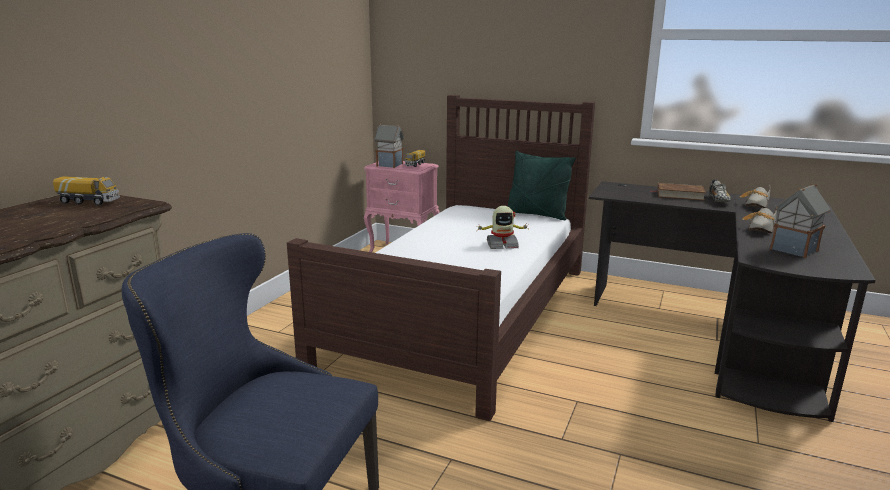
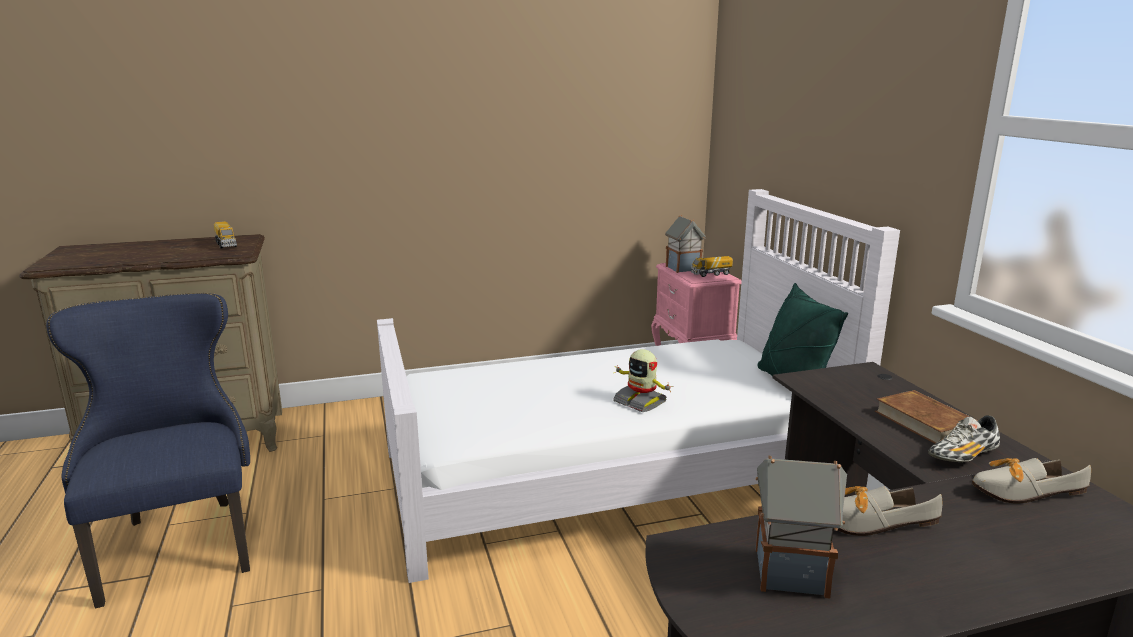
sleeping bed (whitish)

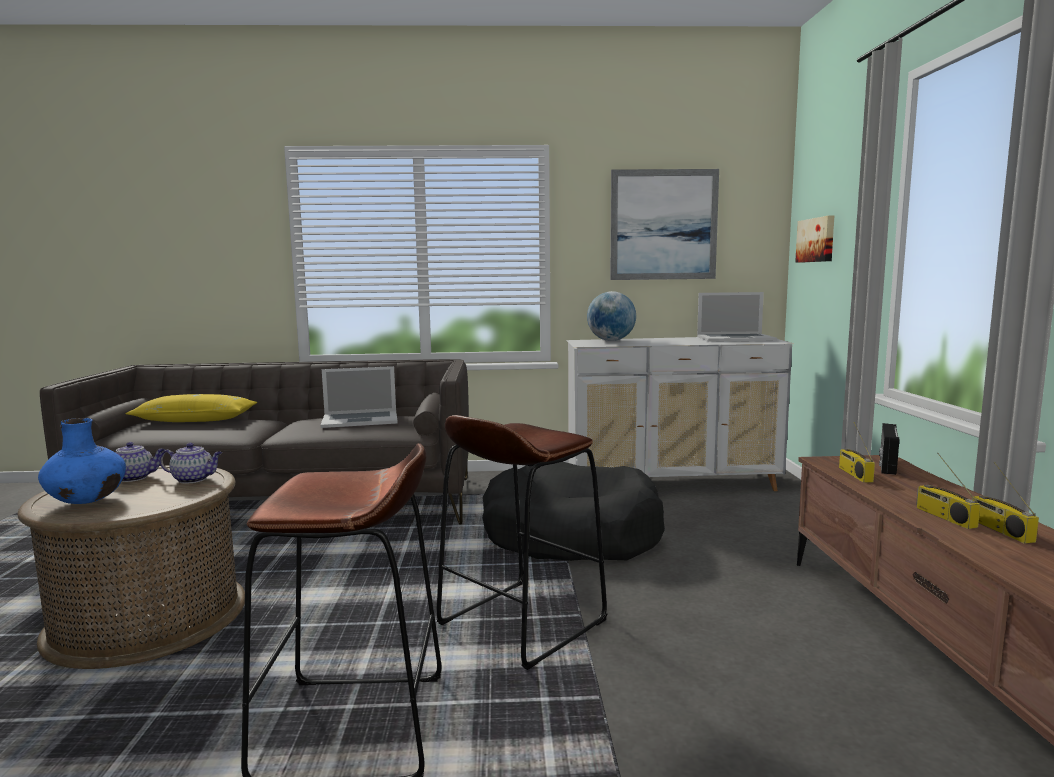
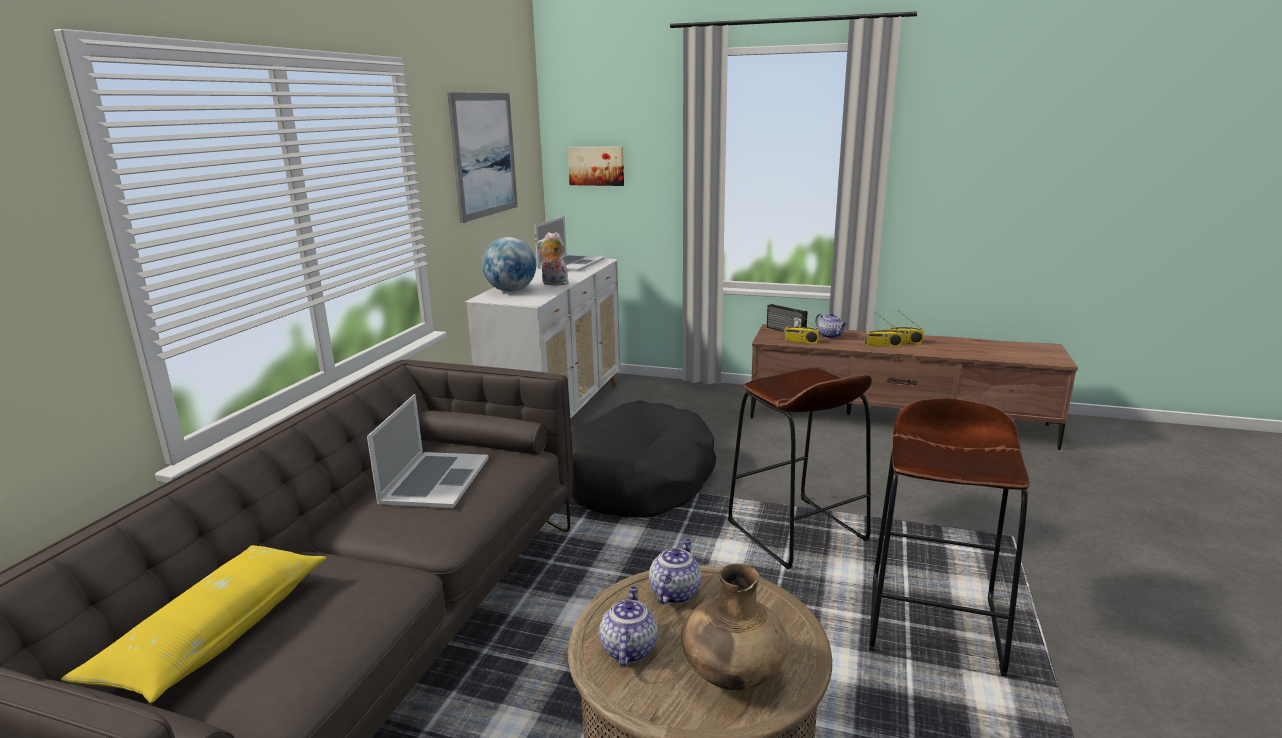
soft toy; tea pot (no. 3 from left); flower vase (brown)

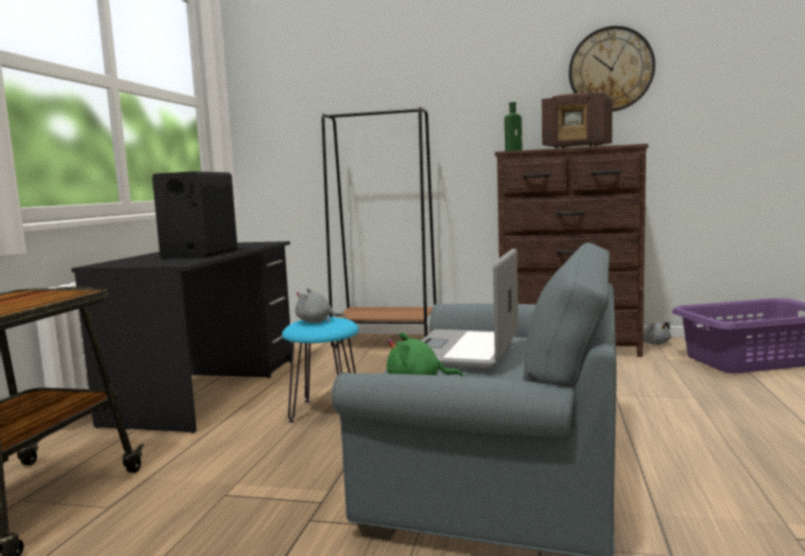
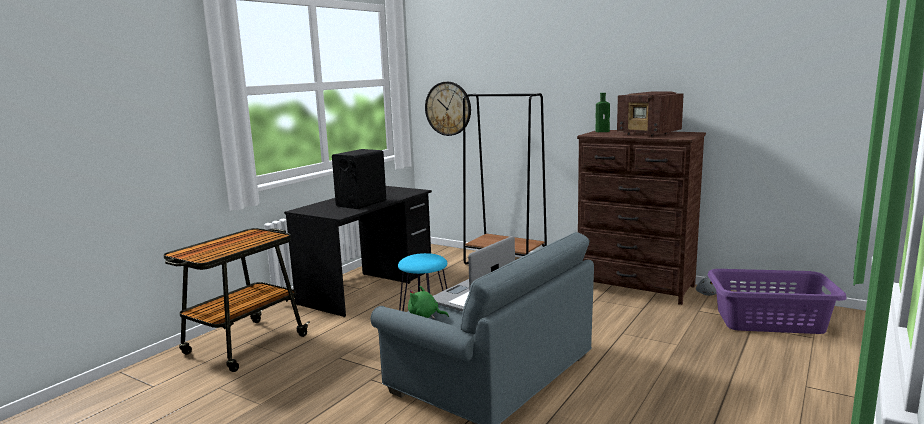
soft toy (greyish) (no. 1 from left in the first image); hanging clock

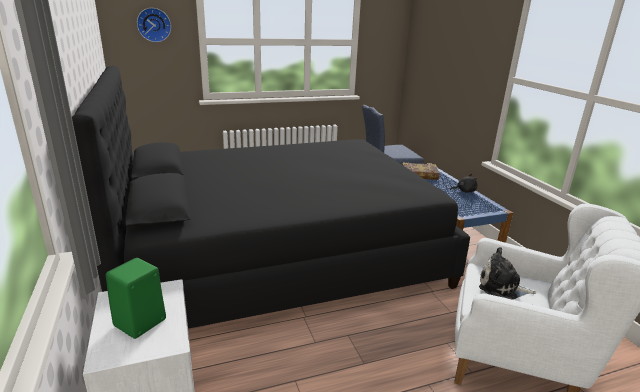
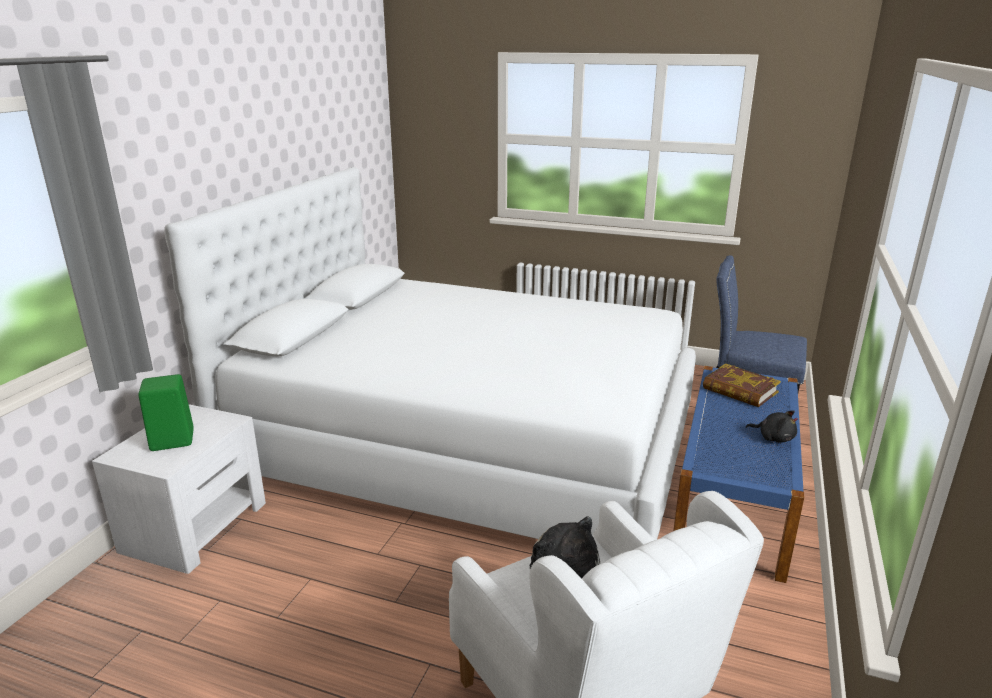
hanging clock; sleeping bed (whitish)

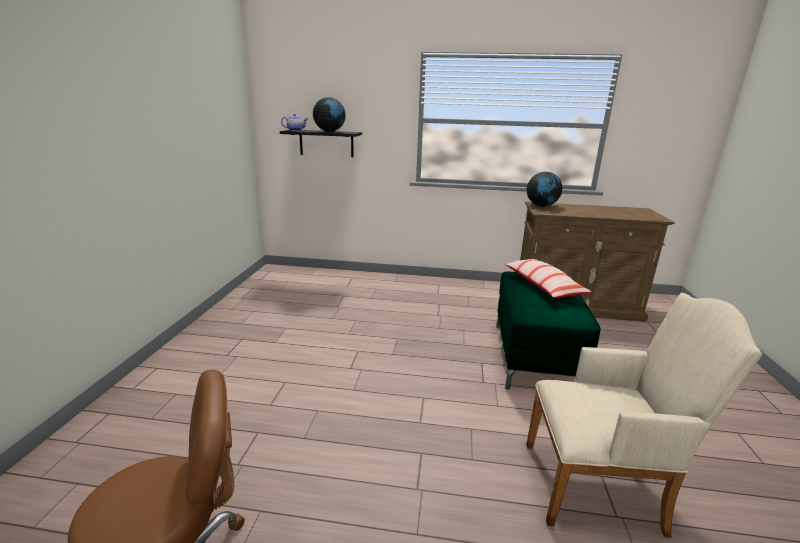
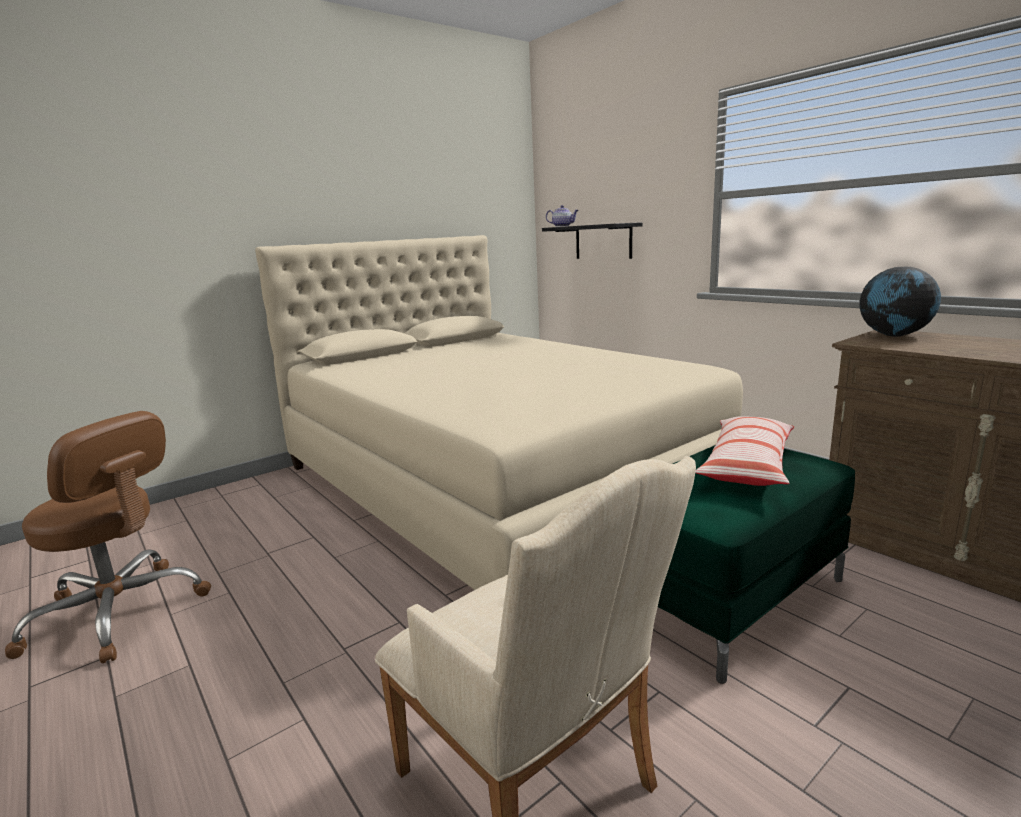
desk globe (no. 1 from left in the first image); sleeping bed (beige)

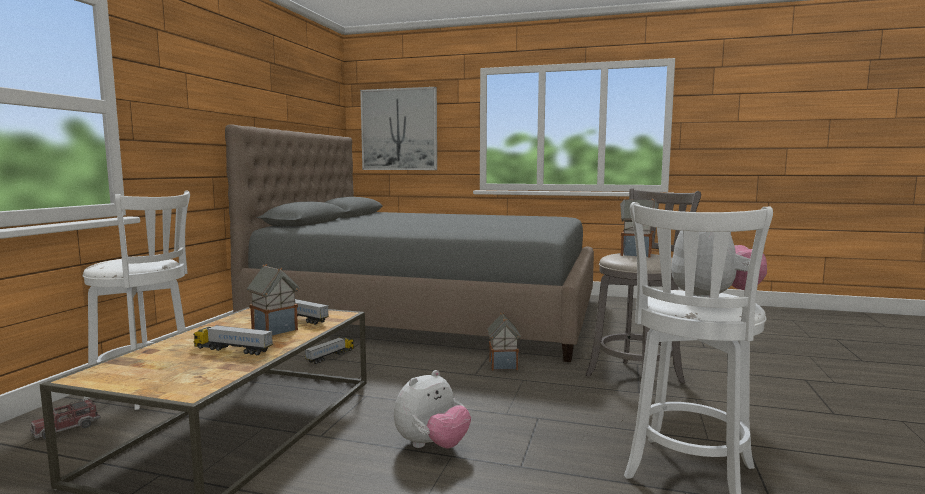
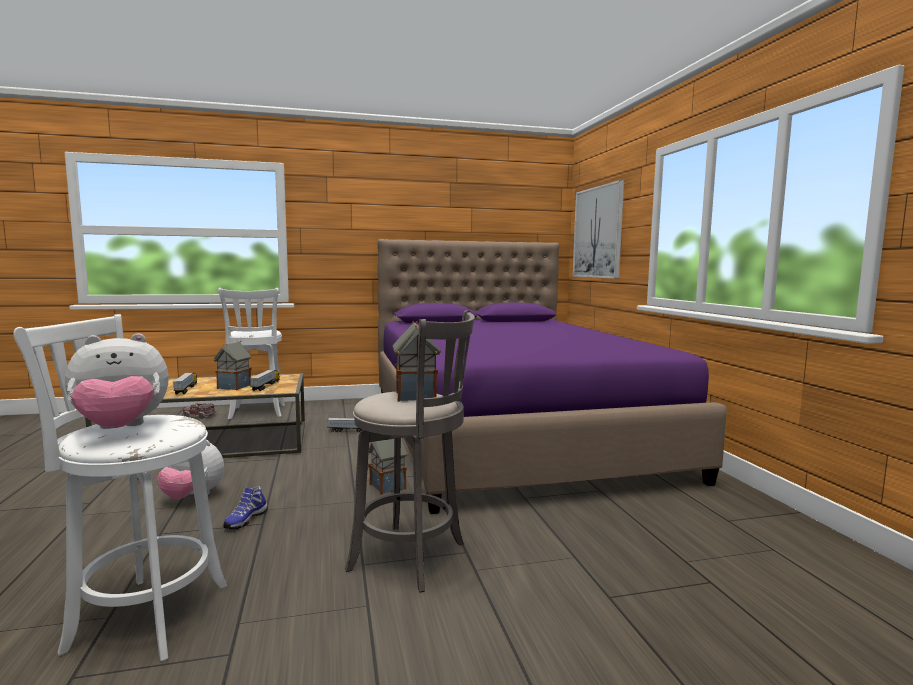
item of footwear; sleeping bed (purple)

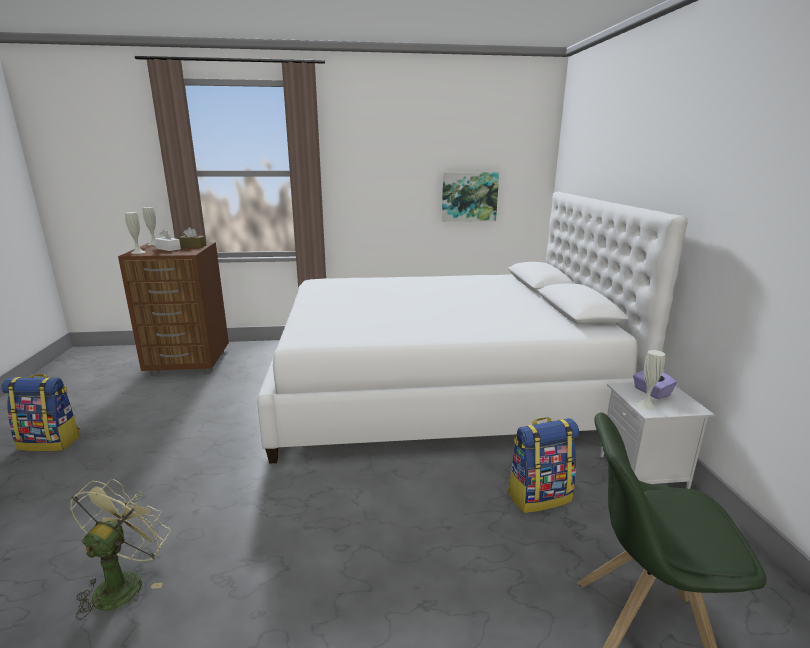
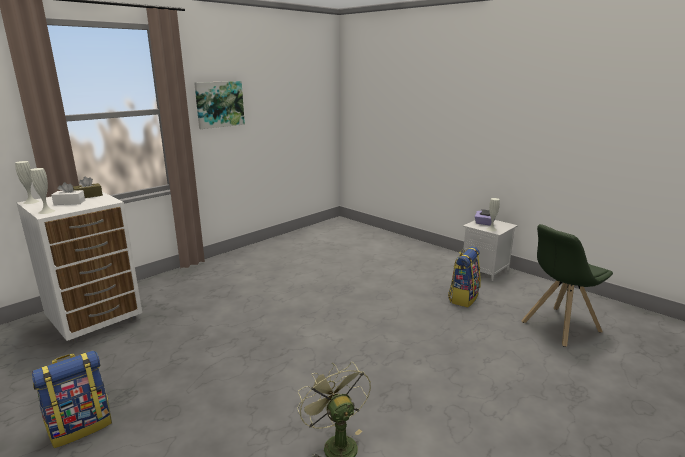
sleeping bed (whitish); wall art; drawer chest (whitish)

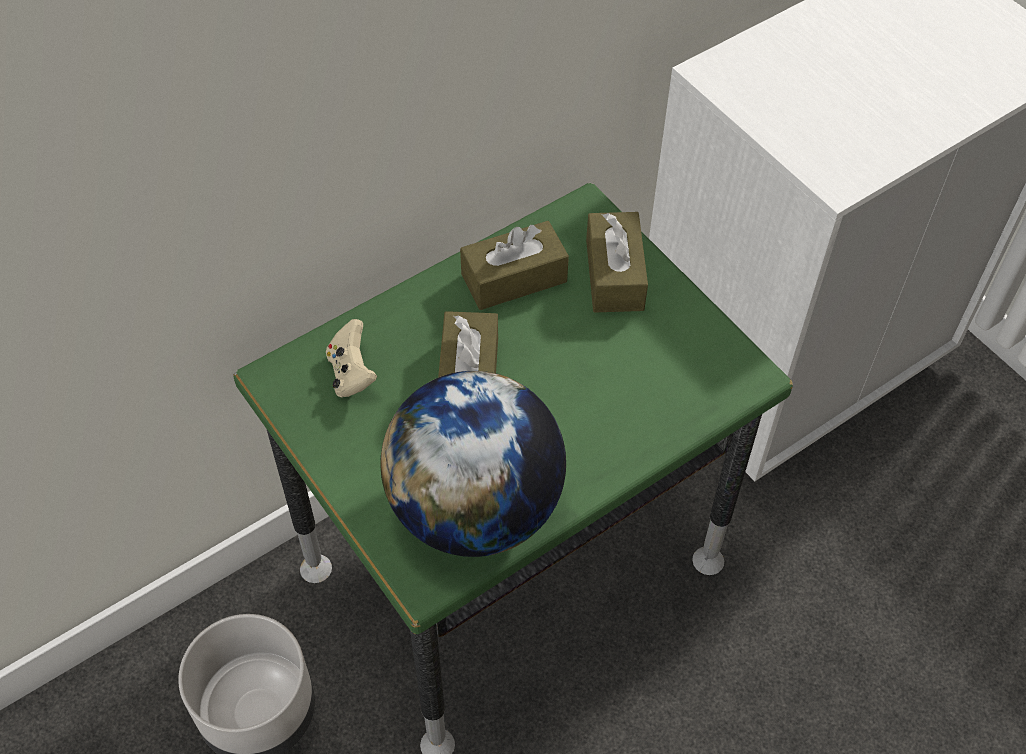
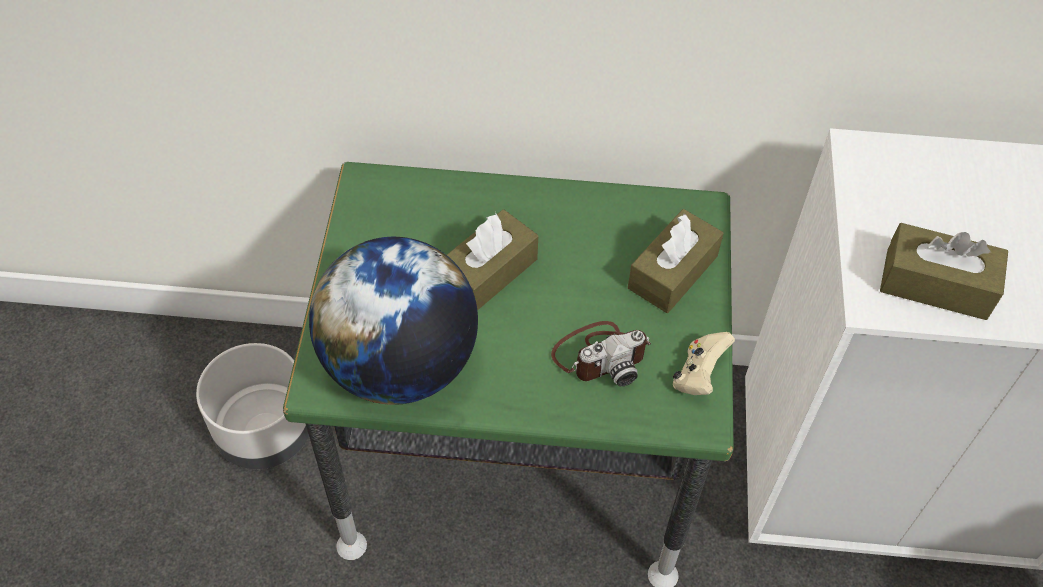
still camera; game controller (beige); tissue holder (brown) (no. 3 from left)

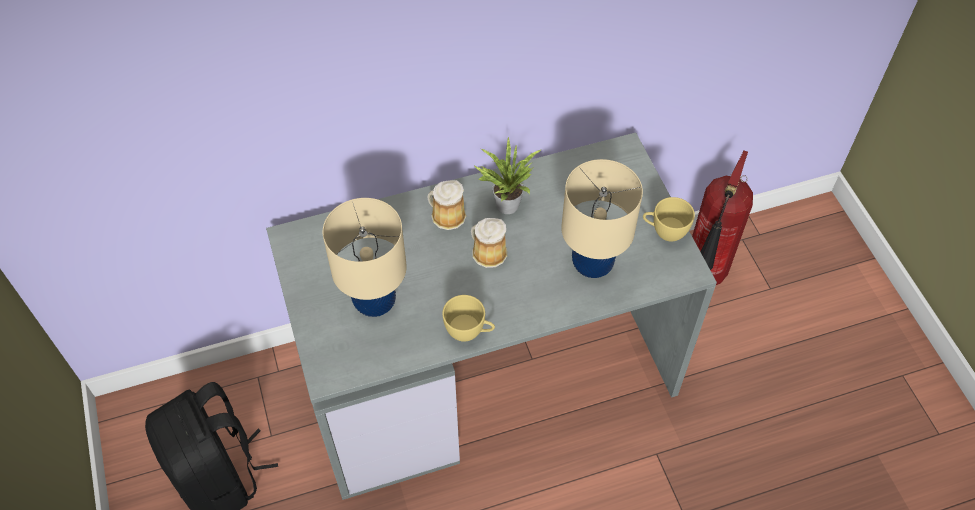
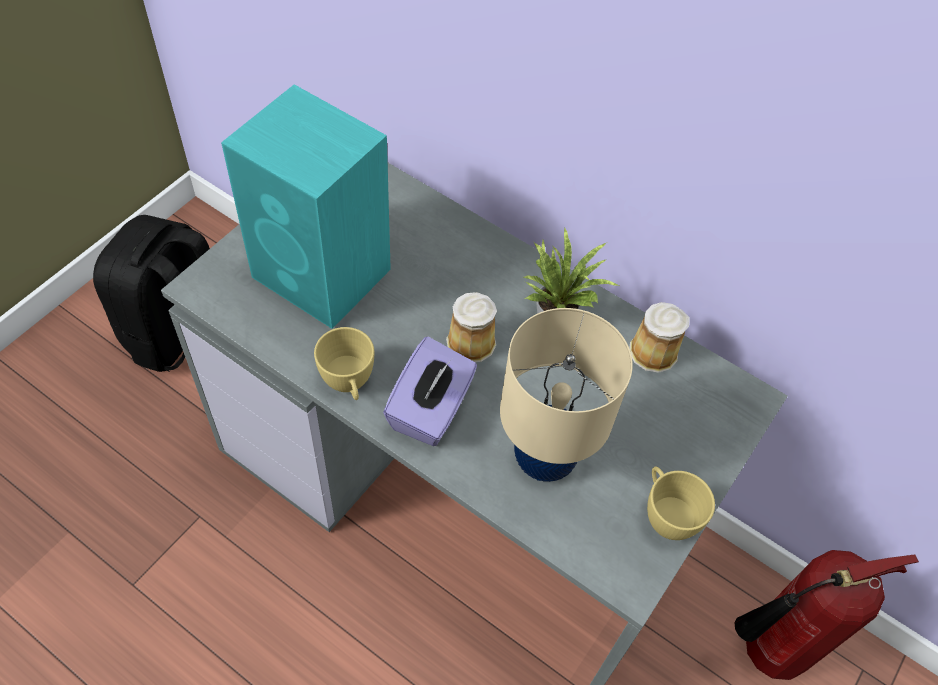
tissue holder (purple); coffee mug (no. 2 from left); loudspeaker (turquoise)

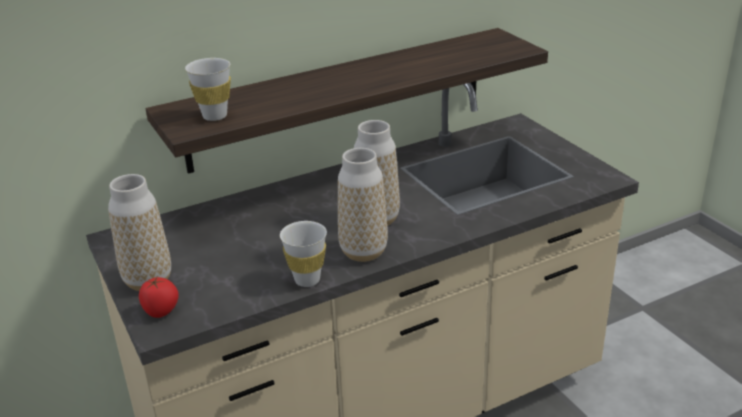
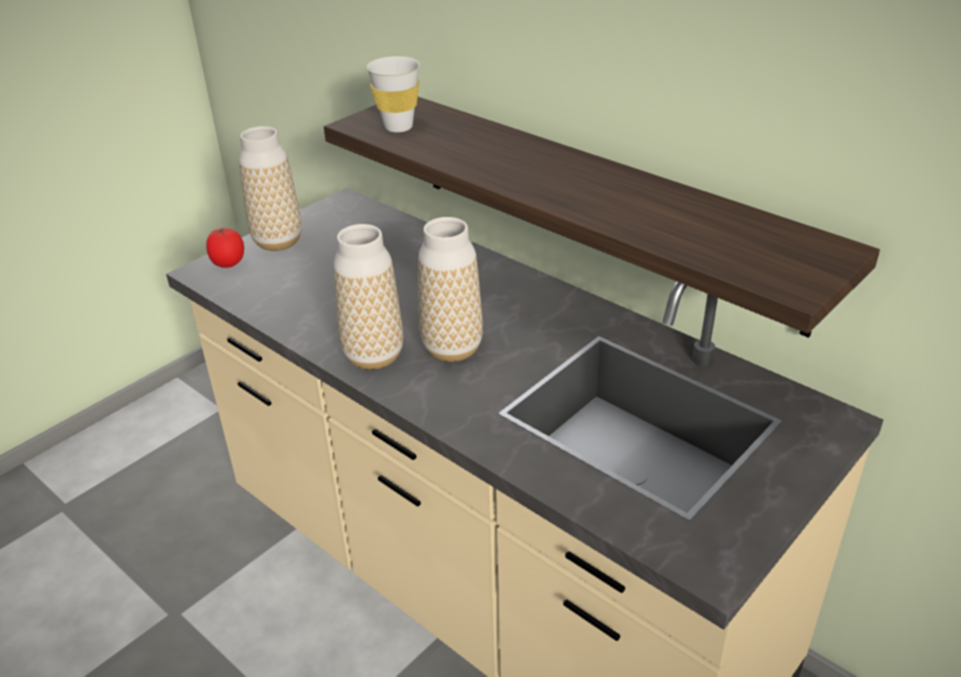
cup (whitish) (no. 2 from left in the first image)

